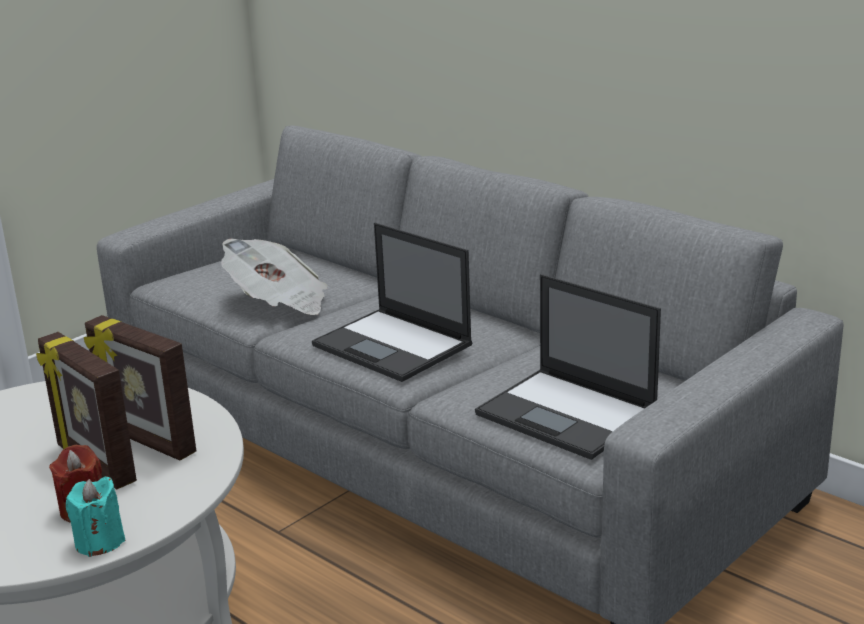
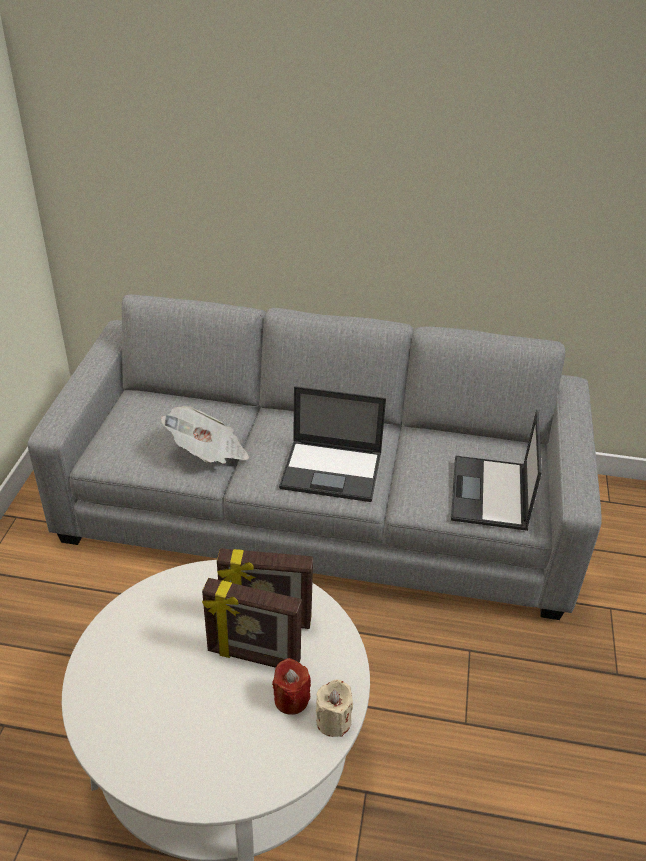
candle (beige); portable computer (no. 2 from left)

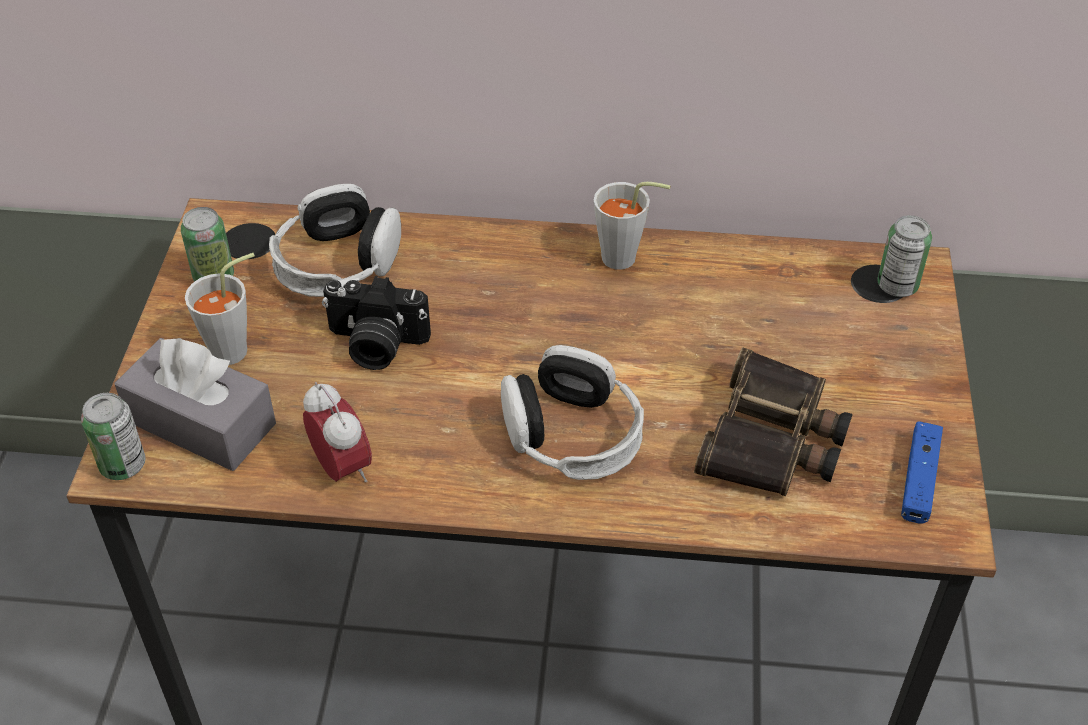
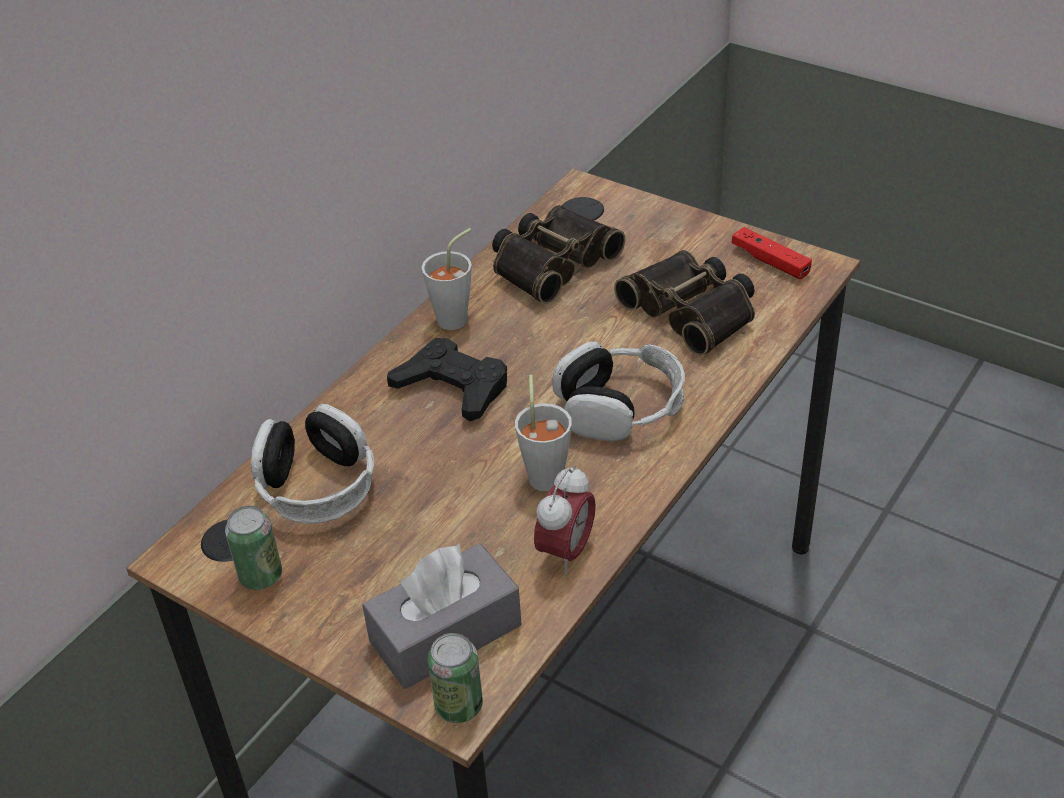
still camera; can (no. 3 from left in the first image); game controller (black); pair of binoculars (no. 1 from left); cup (greyish) (no. 2 from left); game controller (reddish); alarm clock

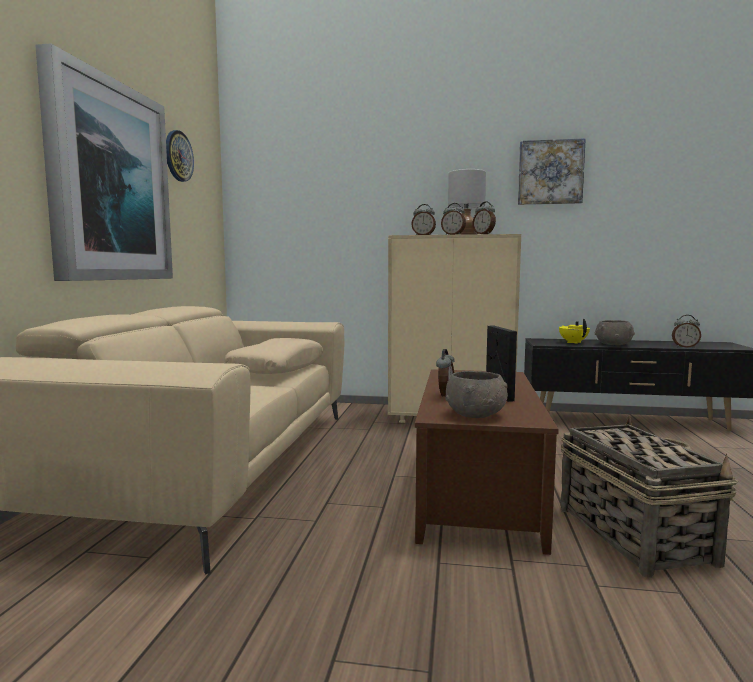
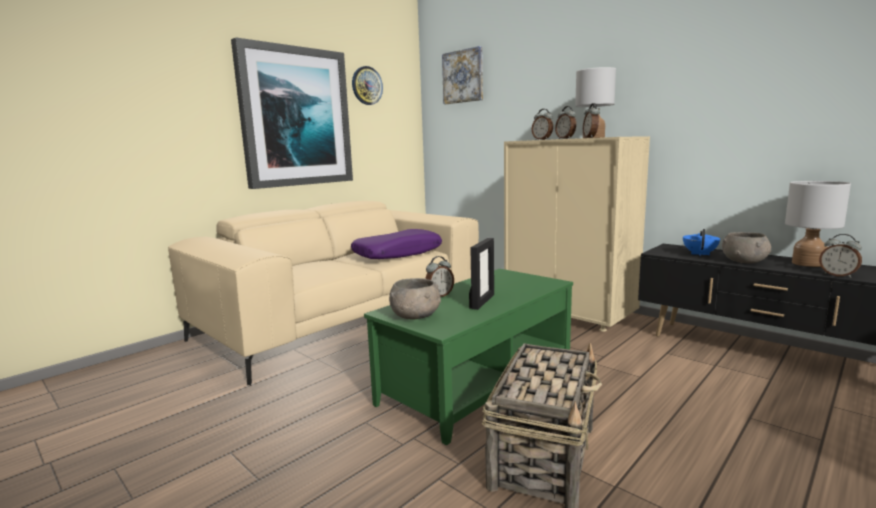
table lamp (greyish) (no. 2 from left); wall art (no. 2 from left); pillow (purple); coffee table (greenish); tea pot (blue-coloured)

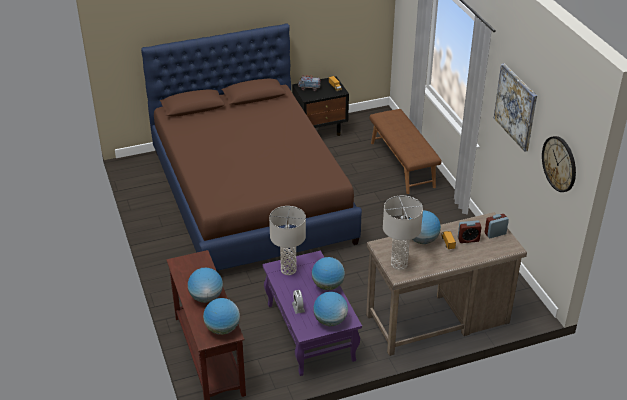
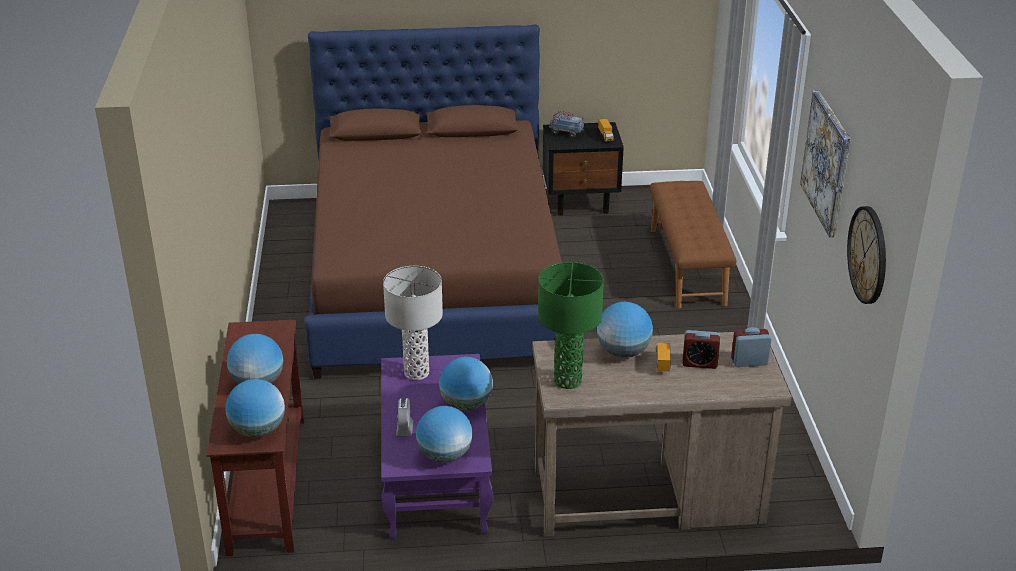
table lamp (greenish)

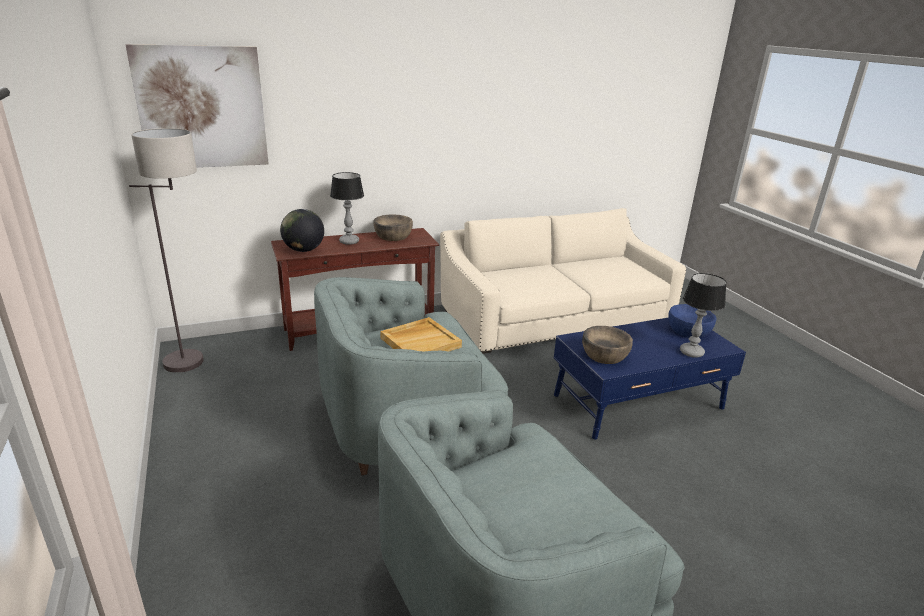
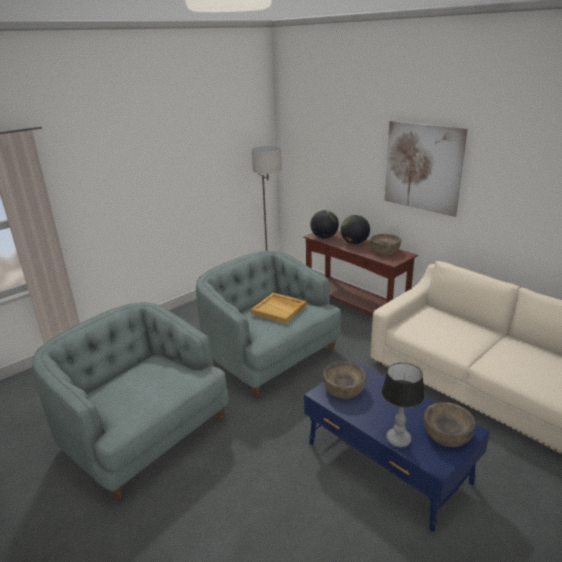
wall art; desk globe (no. 2 from left); deep dish (brown) (no. 3 from left)

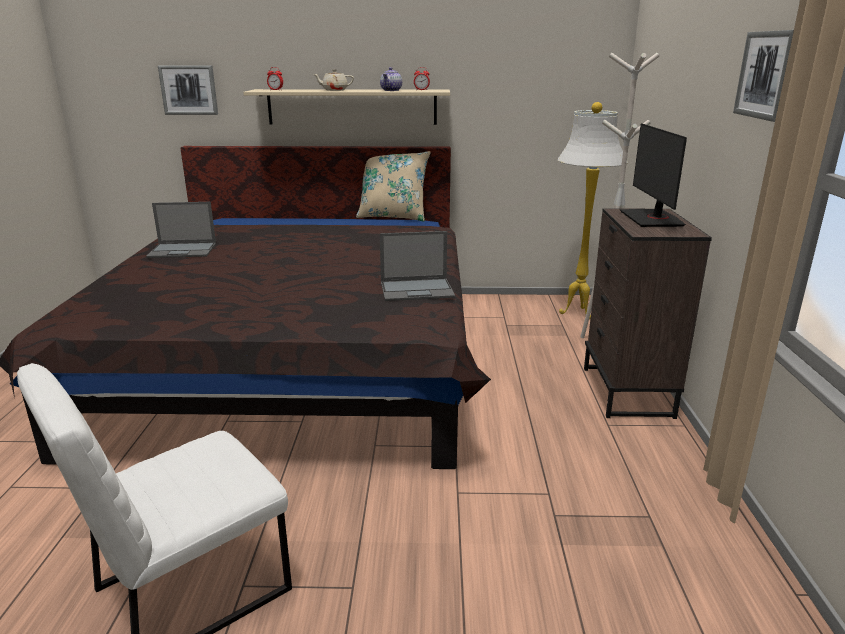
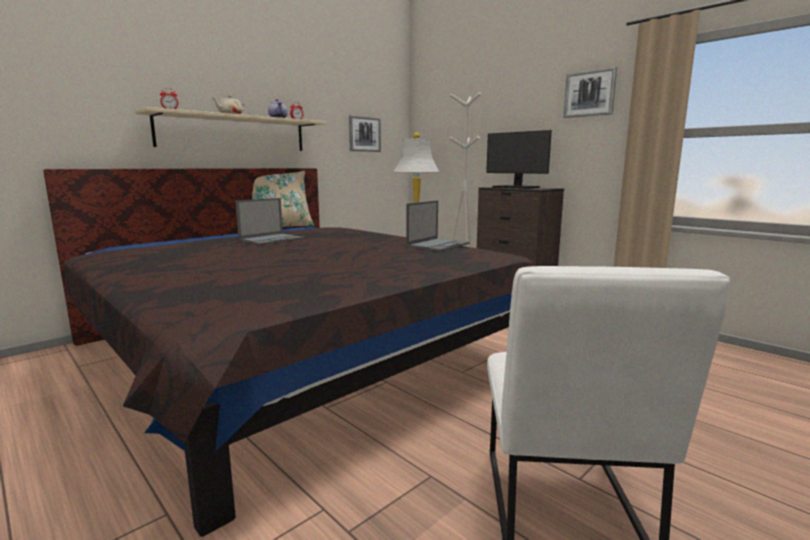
portable computer (no. 1 from left); wall art (no. 1 from left)

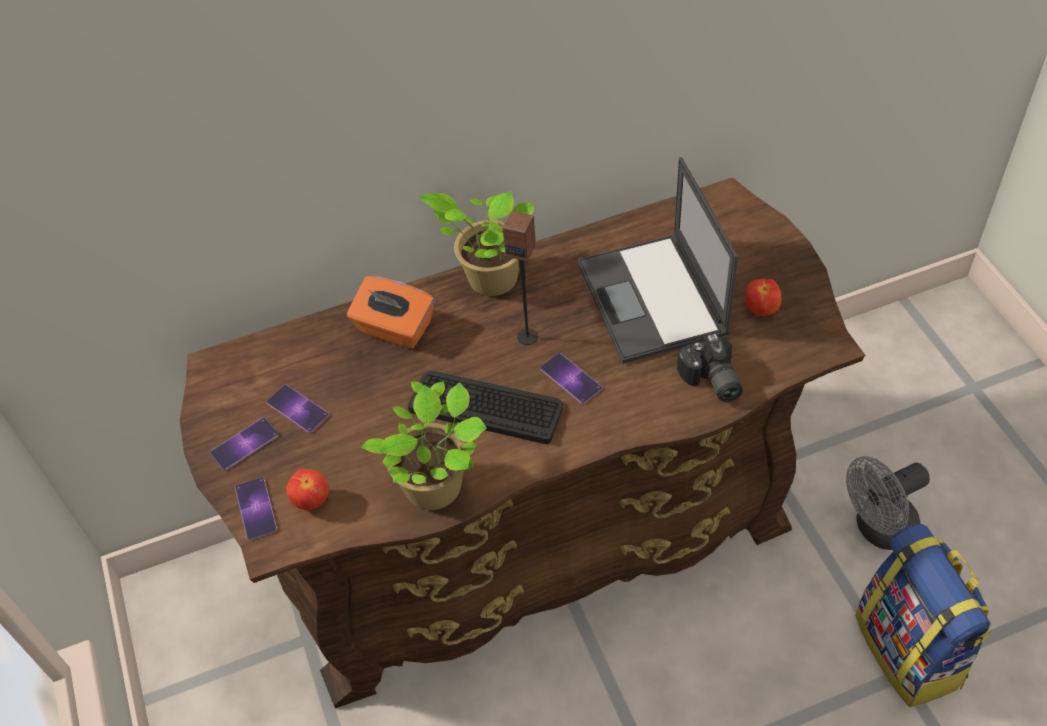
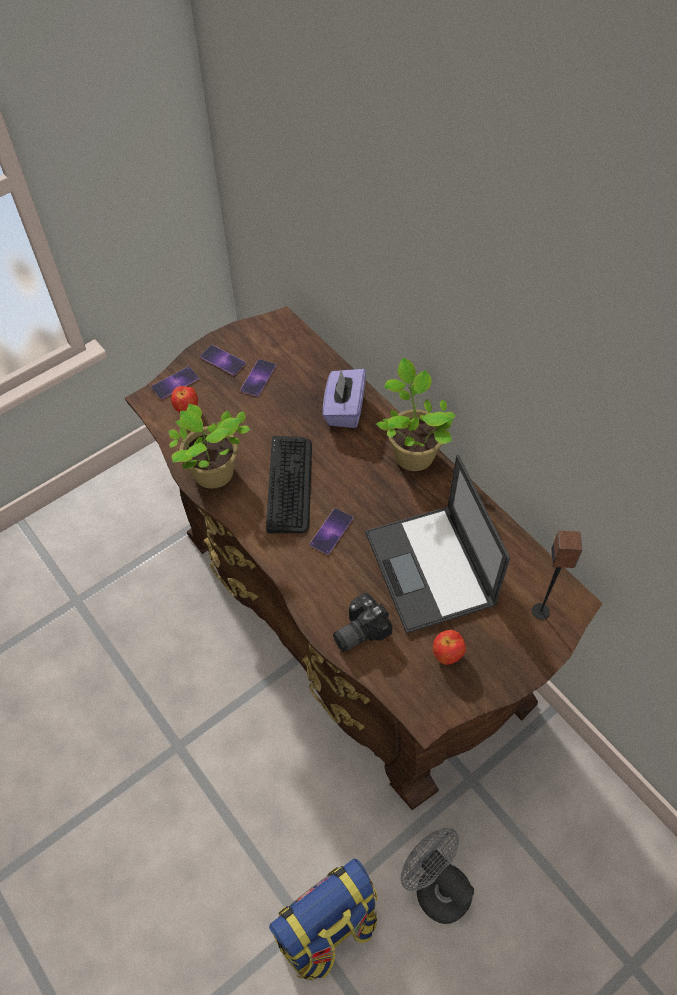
loudspeaker; tissue holder (purple); portable computer

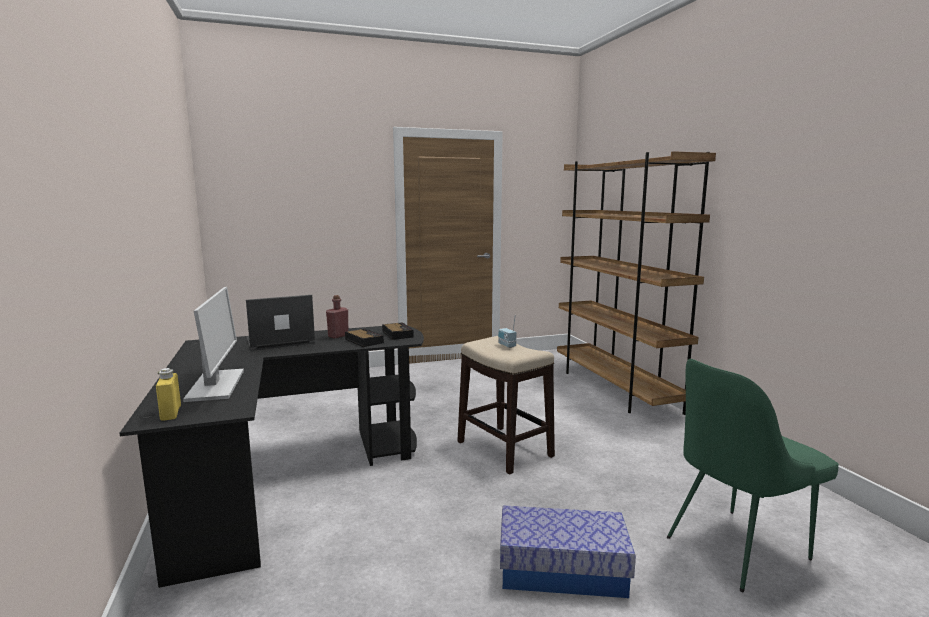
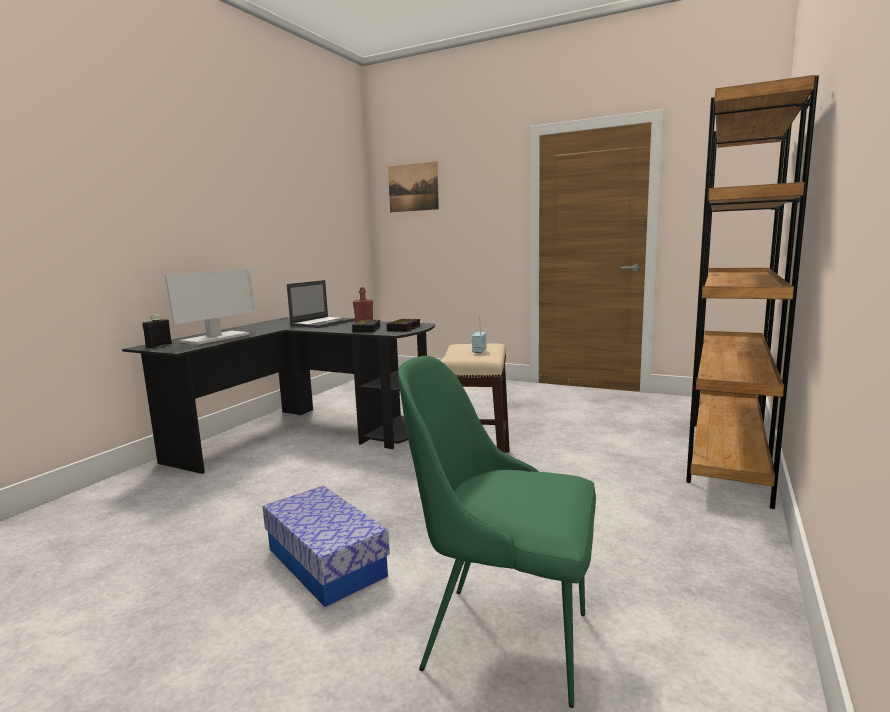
wall art; beverage bottle (black); portable computer

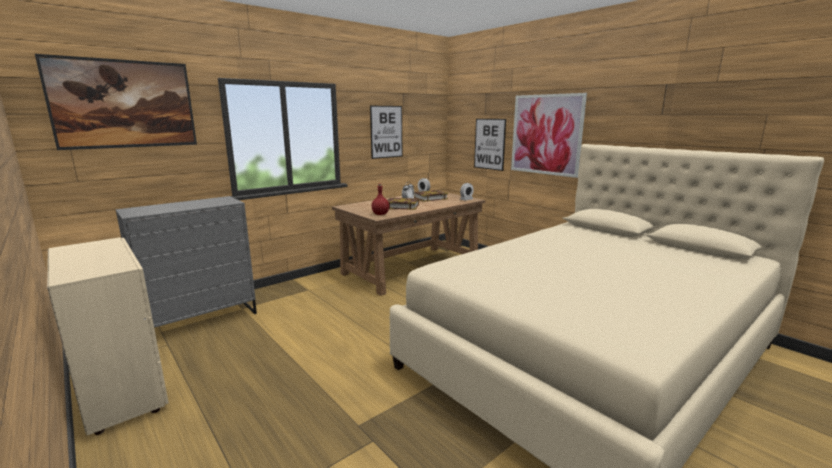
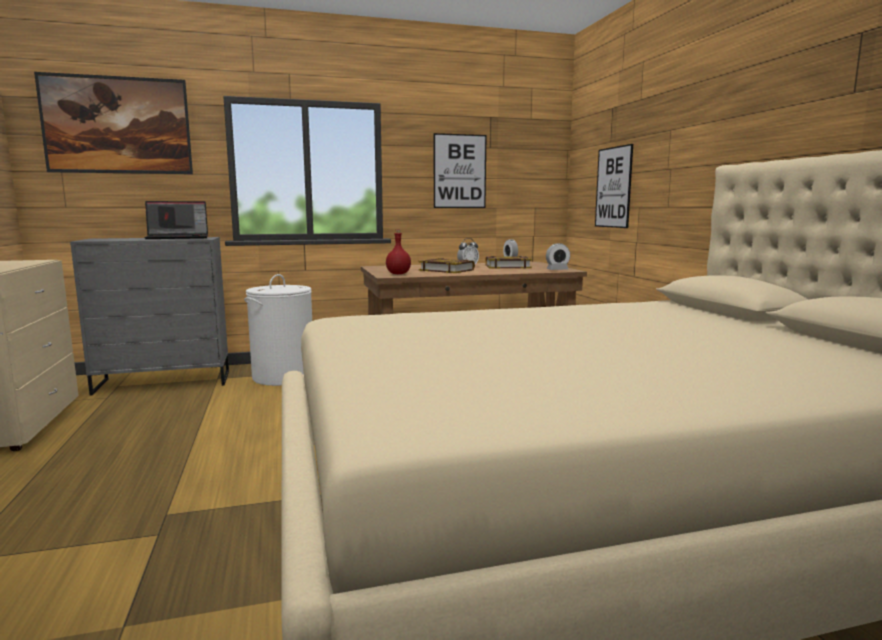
wall art (no. 4 from left in the first image); portable computer; laundry basket (whitish)

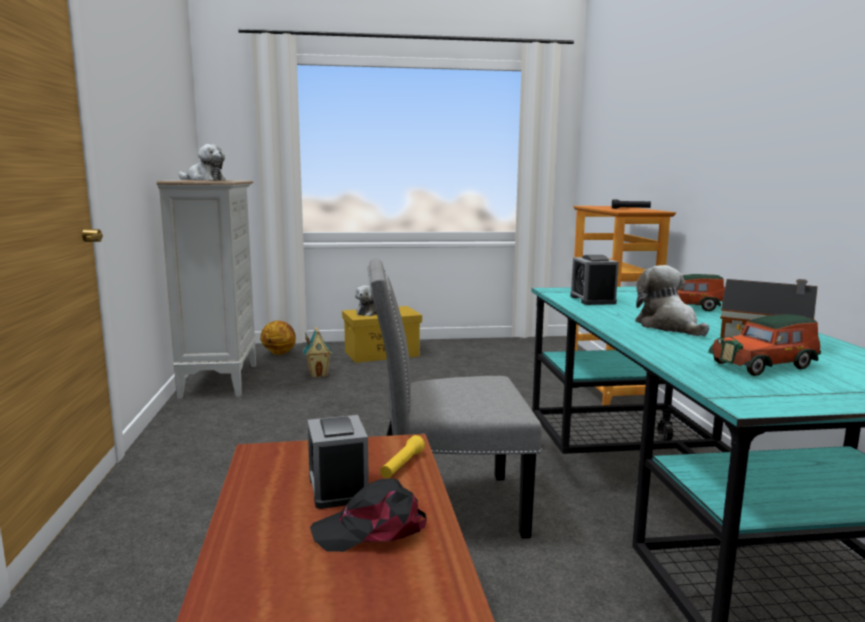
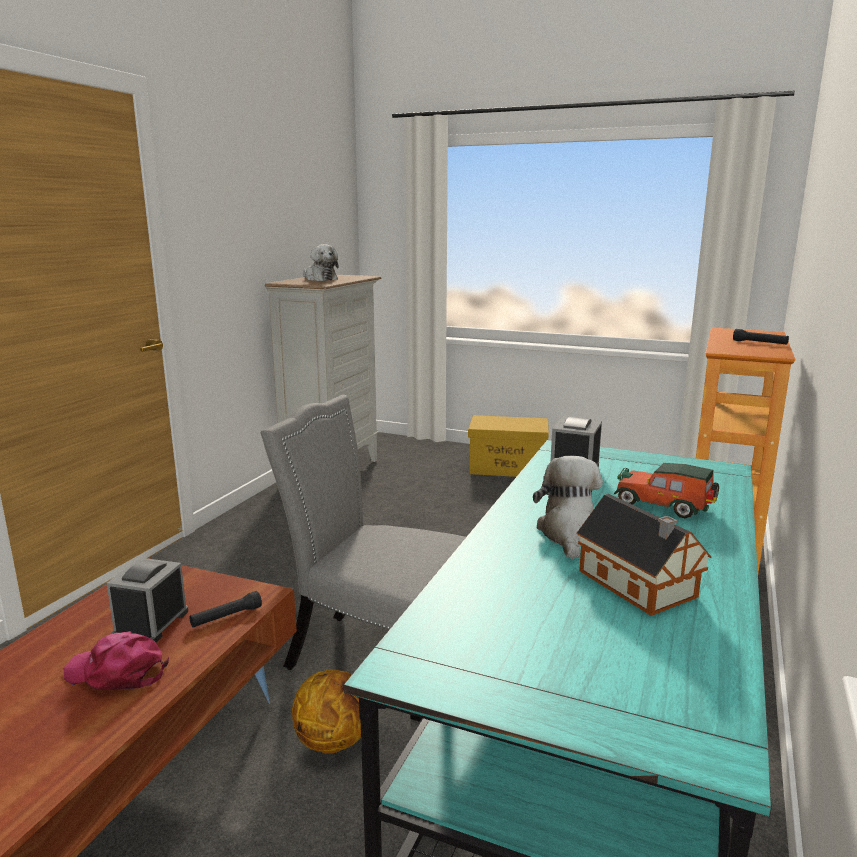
miniature house (no. 1 from left in the first image); soft toy (no. 2 from left in the first image); toy car (no. 2 from left in the first image); basketball; peaked cap (pink-coloured); flashlight (black) (no. 1 from left)

